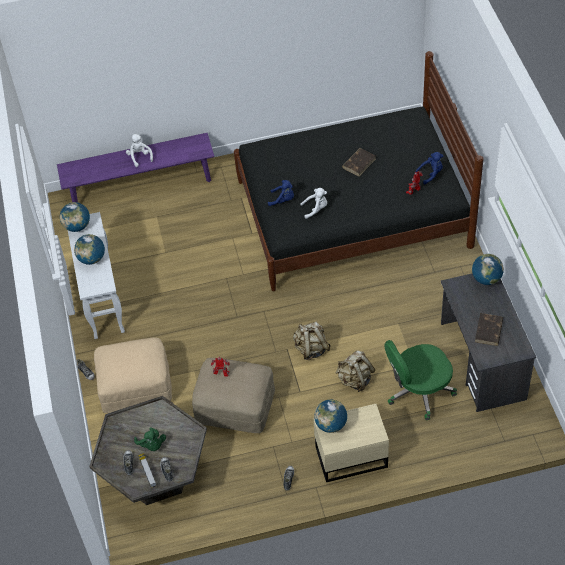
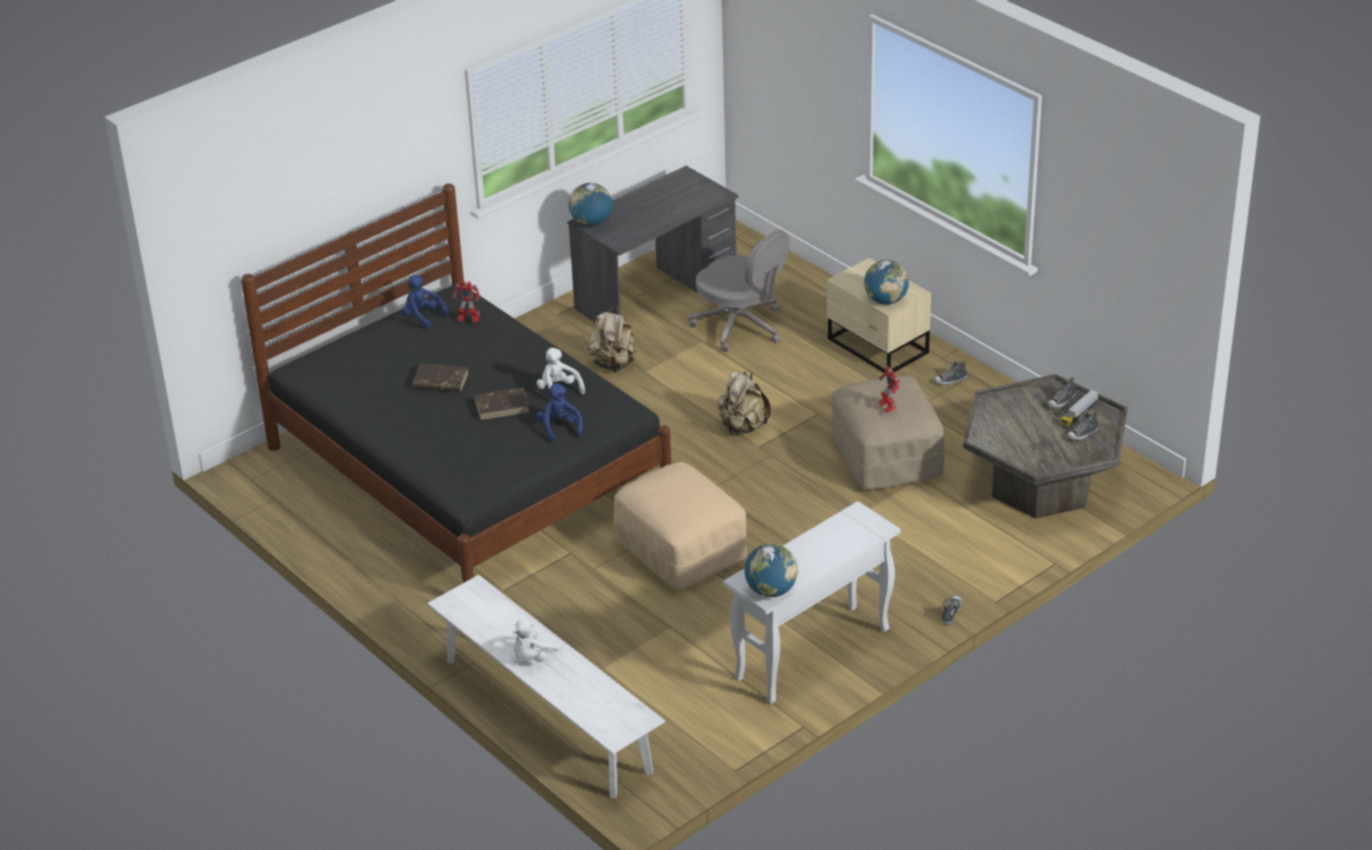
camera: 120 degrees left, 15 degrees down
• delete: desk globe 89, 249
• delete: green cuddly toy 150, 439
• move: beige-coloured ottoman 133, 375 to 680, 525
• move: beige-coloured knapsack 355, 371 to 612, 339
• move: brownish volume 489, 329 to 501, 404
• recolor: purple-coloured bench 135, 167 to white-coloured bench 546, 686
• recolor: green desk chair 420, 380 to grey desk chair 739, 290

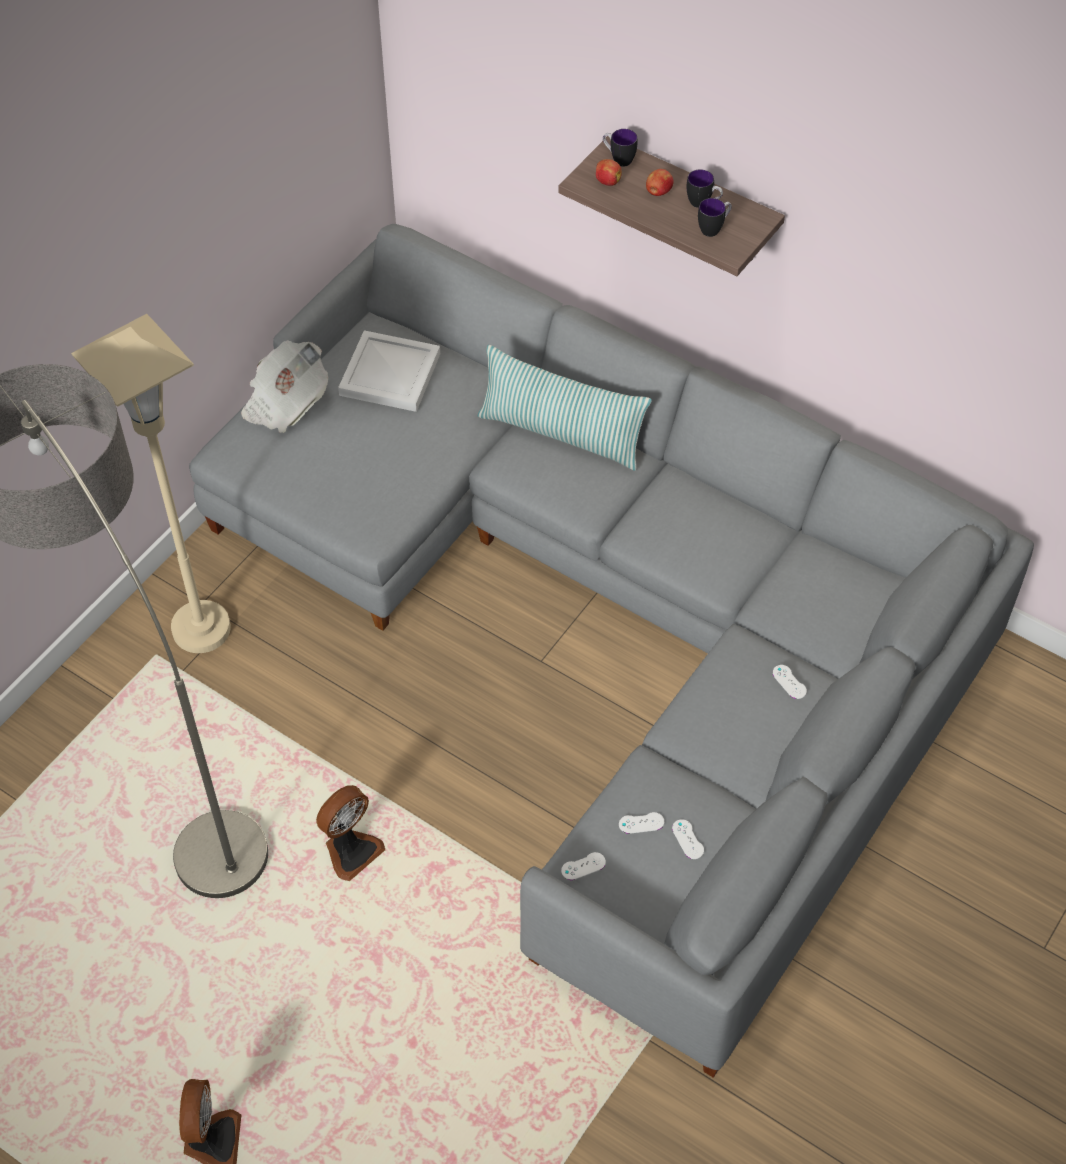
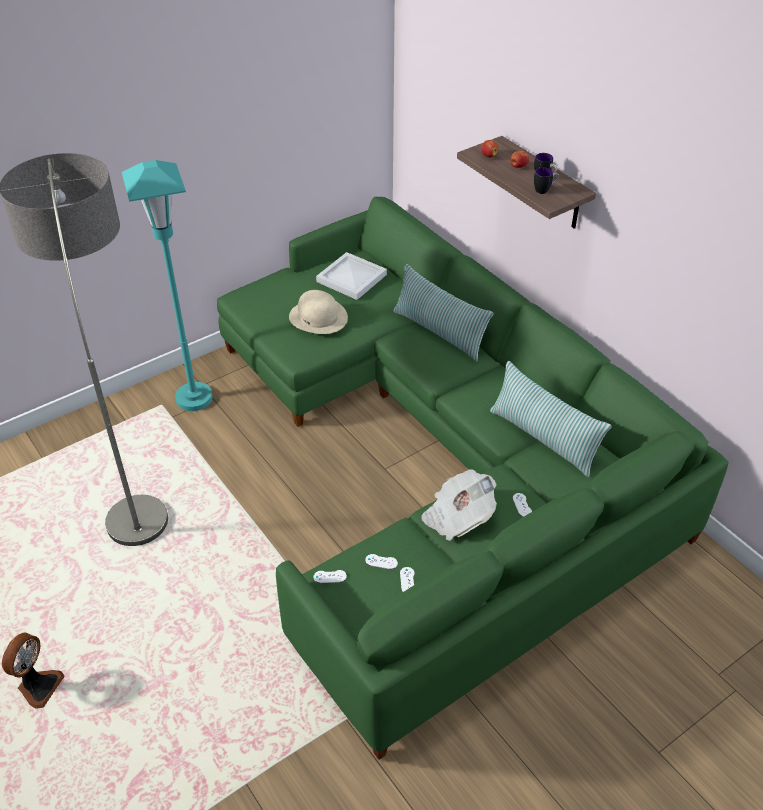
camera: 20 degrees right, 10 degrees down
• delete: fan 350, 833
• delete: tea mug 620, 148
• insert: beige-coloured clothing hat 318, 312
• insert: pillow 551, 419
• move: printed paper 284, 386 to 459, 505
• recolor: beige-coloured standing lamp 151, 483 to turquoise-coloured standing lamp 167, 285
• recolor: grey settee 611, 651 to green settee 473, 478

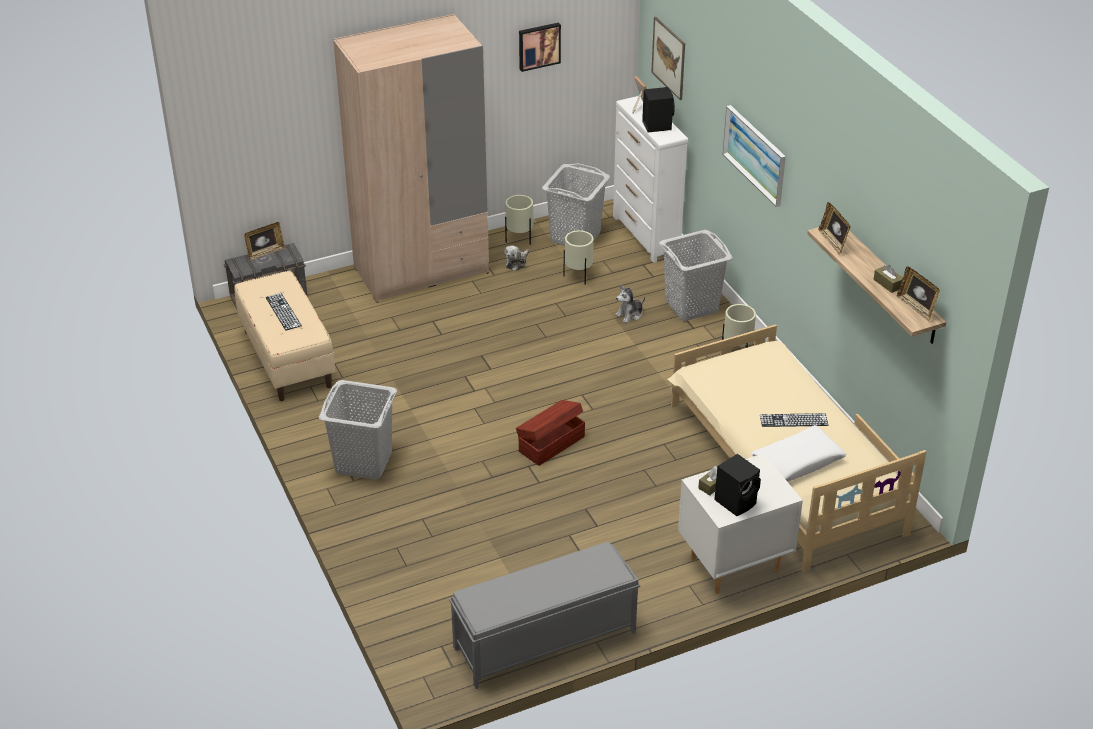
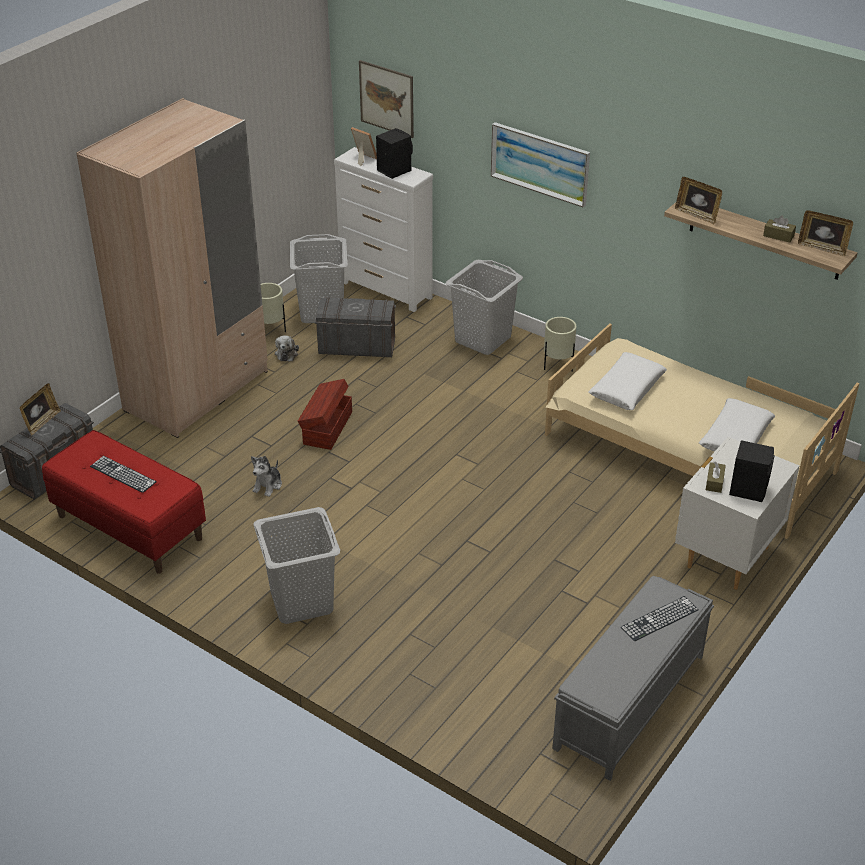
camera: 30 degrees left, 0 degrees up
• delete: picture 540, 47
• insert: white-coloured pillow 627, 381
• move: brownish storage box 550, 433 to 325, 414
• move: cuddly toy 630, 304 to 266, 476
• move: keyboard 794, 420 to 660, 618
• replace: beige-coloured flower pot 579, 257 to grey storage box 355, 327
• recolor: beige-coloured bench 285, 335 to red-coloured bench 124, 502

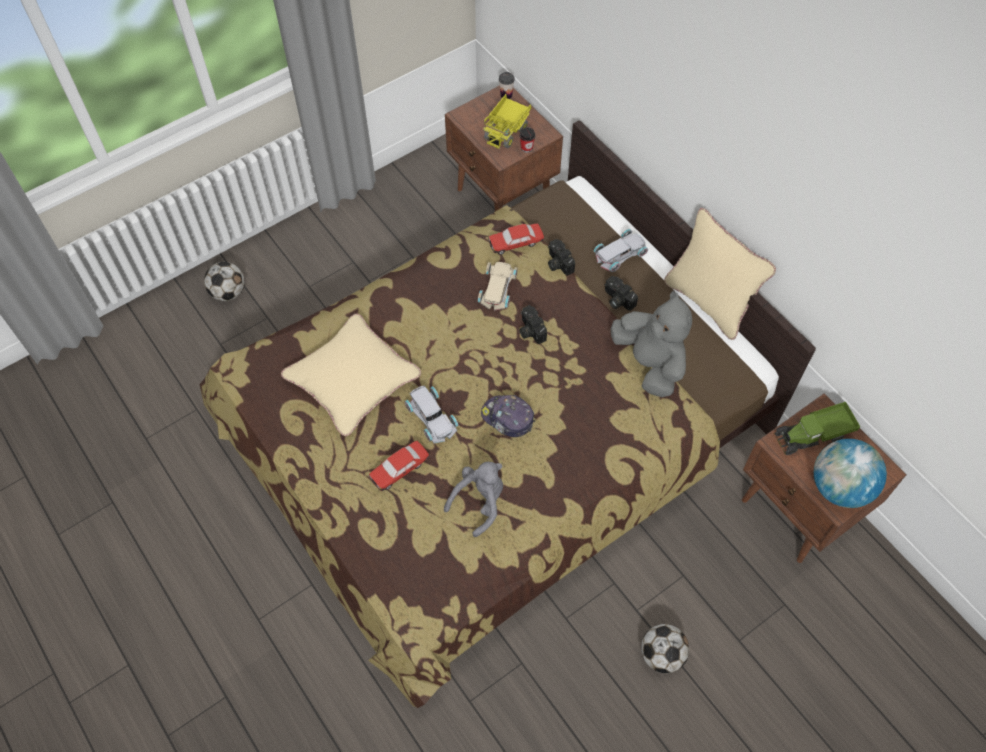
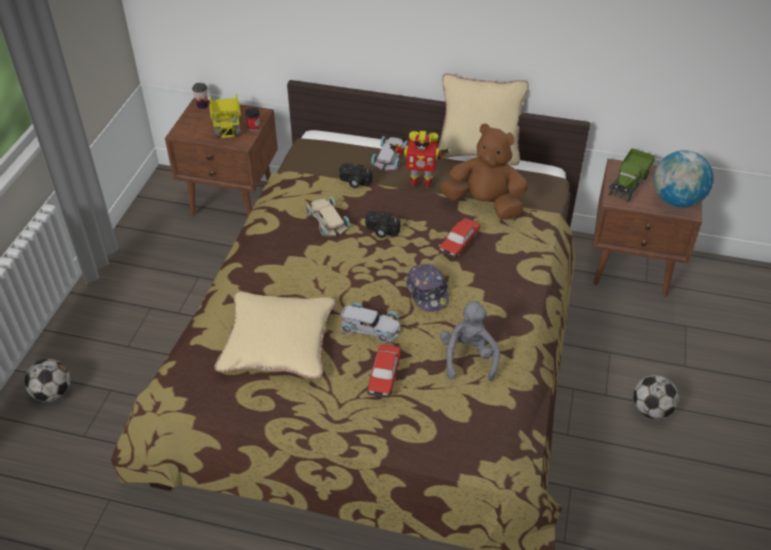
camera: 40 degrees left, 15 degrees down
• move: miniature car 516, 239 to 459, 238
• replace: photo camera 621, 293 to robot figure 419, 159
• recolor: grey cuddly toy 651, 344 to brownish cuddly toy 484, 172
• rotate: baseball cap 508, 416 = 427, 288 105 degrees counterclockwise

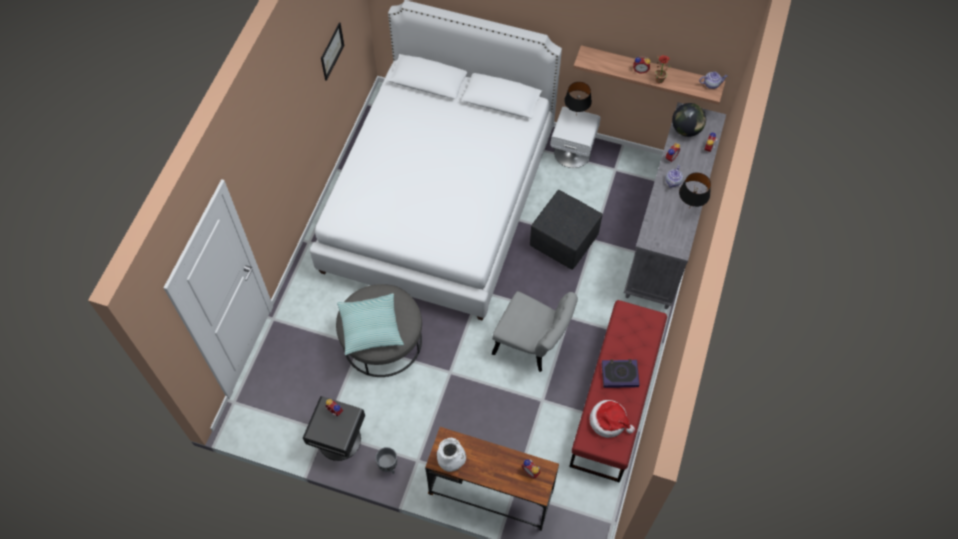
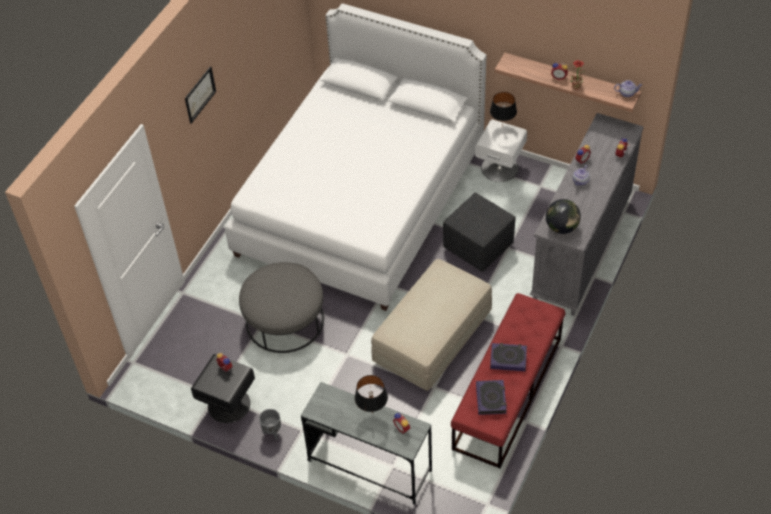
camera: 10 degrees right, 10 degrees down
• delete: pillow 370, 324
• delete: white-coloured vase 451, 455
• move: picture 332, 51 to 200, 95
• move: desk globe 689, 120 to 563, 216
• move: black tabletop lamp 695, 190 to 371, 394
• replace: grey plain chair 535, 331 to beige-coloured ottoman 431, 325
• replace: clothing hat 612, 419 to volume 491, 397
• recolor: brownish desk 492, 479 to grey desk 366, 443

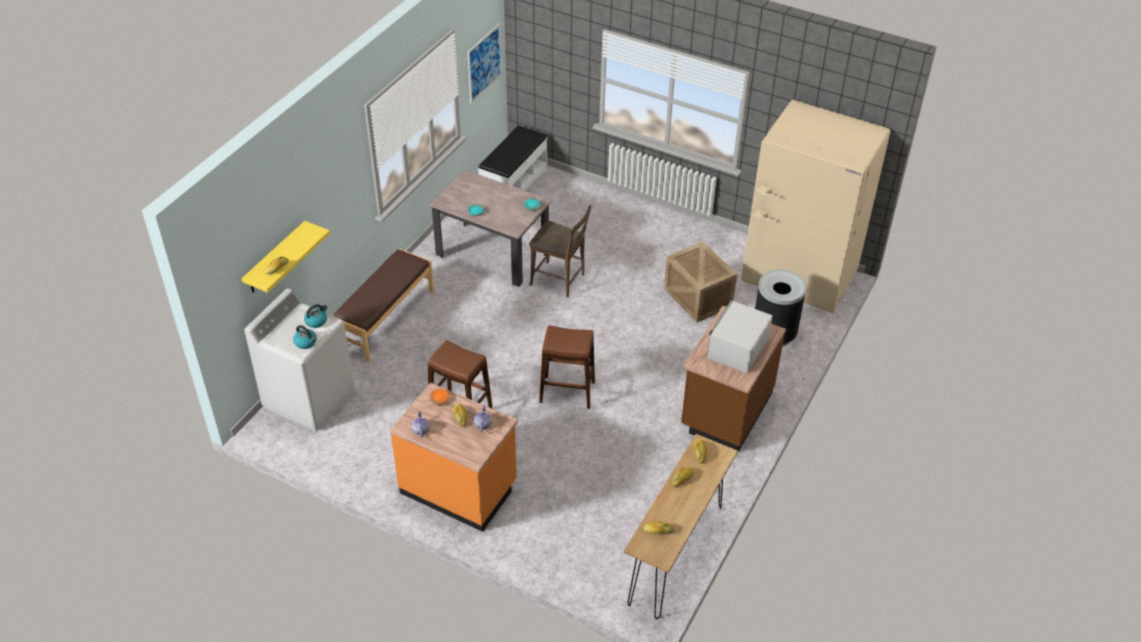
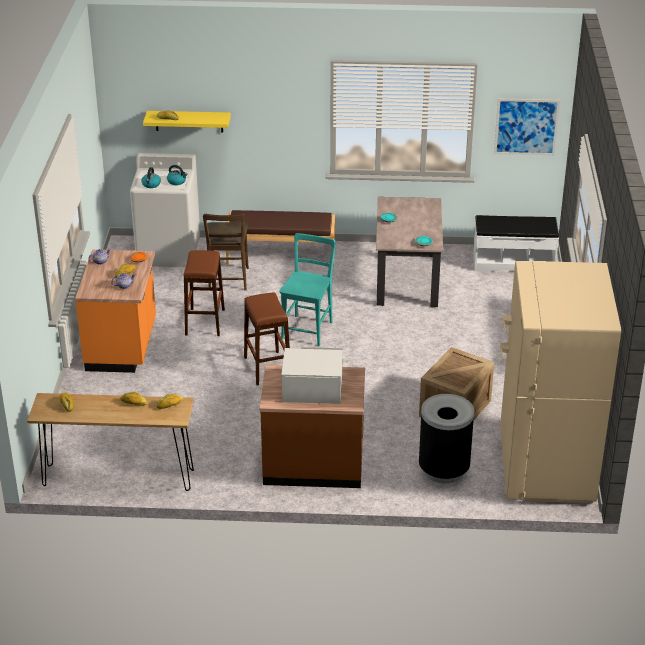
camera: 65 degrees right, 10 degrees down
• insert: turquoise-coloured plain chair 308, 289
• move: brownish plain chair 560, 251 to 226, 252

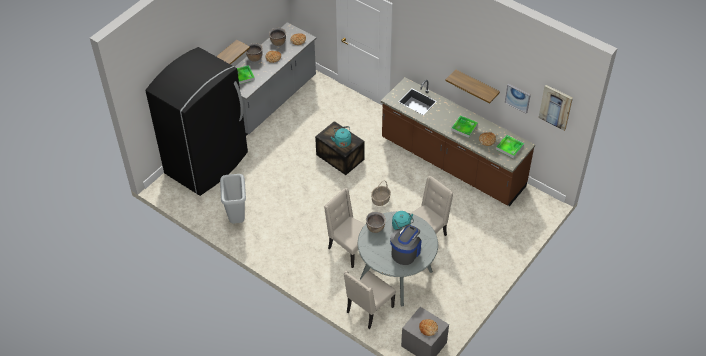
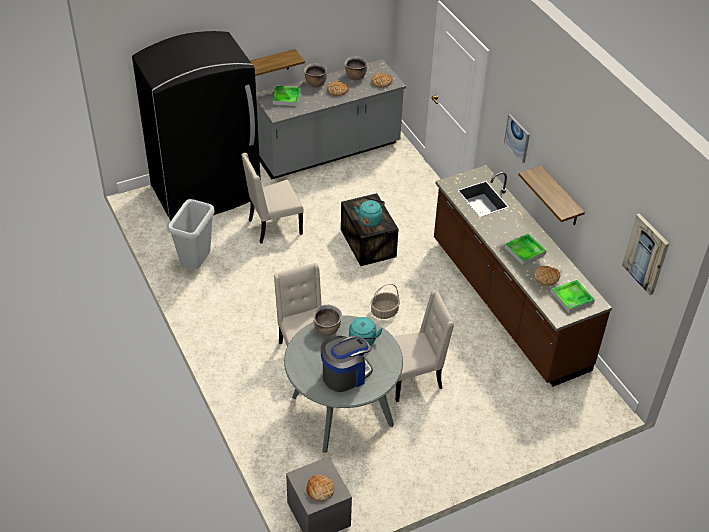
camera: 25 degrees right, 5 degrees down
• move: beige-coloured plain chair 370, 299 to 272, 198
• move: picture 518, 99 to 517, 138

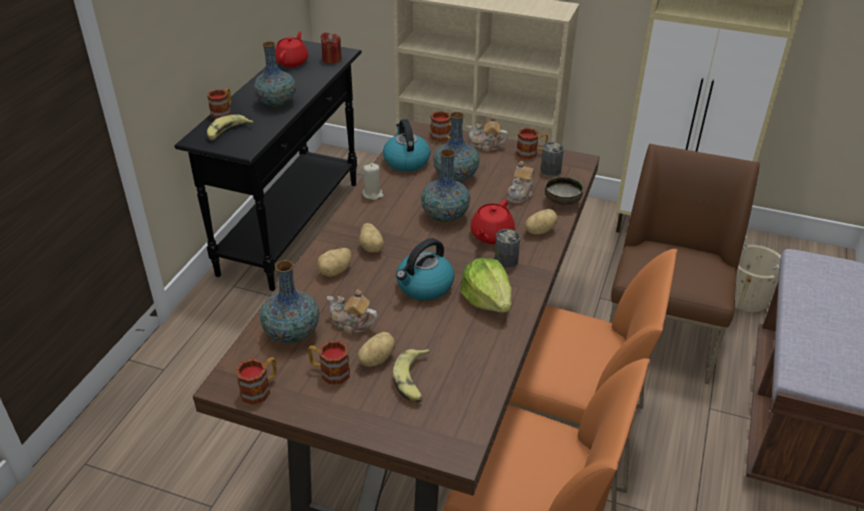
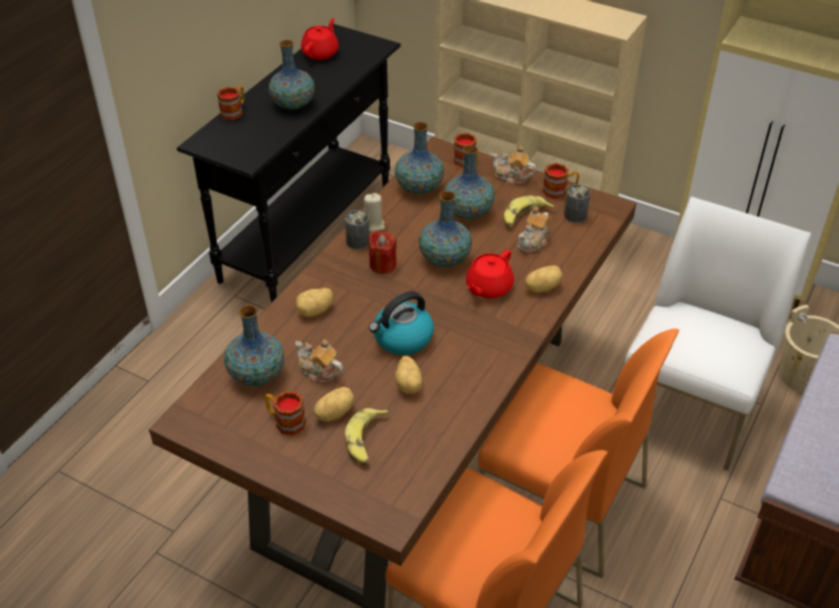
camera: 10 degrees right, 5 degrees up
• delete: tea mug 256, 381
• delete: head of lettuce 486, 285
• delete: bowl 564, 191
• move: banana 230, 127 to 529, 211
• move: red-coloured candle 331, 48 to 382, 252
• move: spud 371, 237 to 408, 374
• move: sealed can 507, 249 to 357, 230
• replace: water kettle 407, 145 to vase 419, 158
• recolor: brownish plain chair 684, 264 to white-coloured plain chair 718, 334

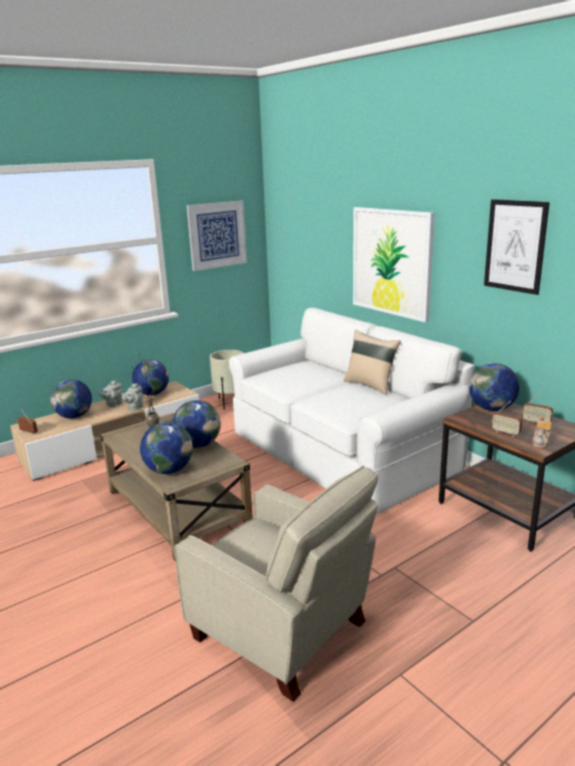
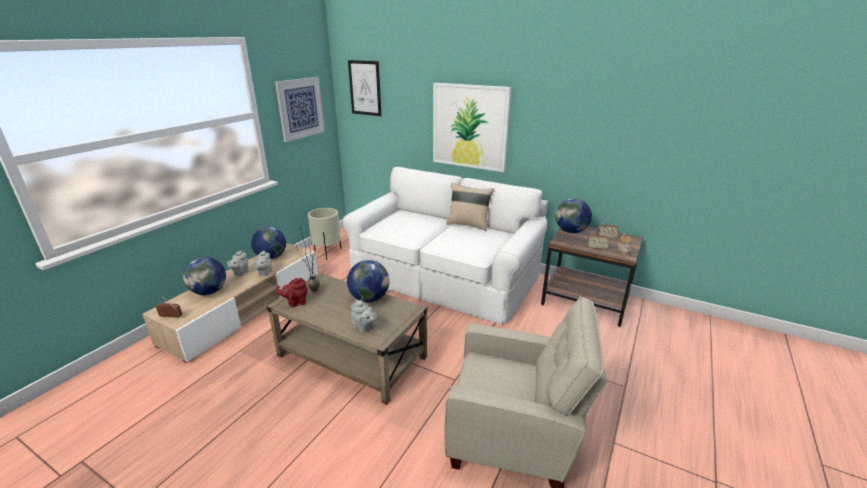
camera: 25 degrees left, 5 degrees up
• insert: red-coloured pot for tea 292, 292
• move: picture 517, 247 to 365, 88
• replace: desk globe 166, 448 to grey pot for tea 364, 315

